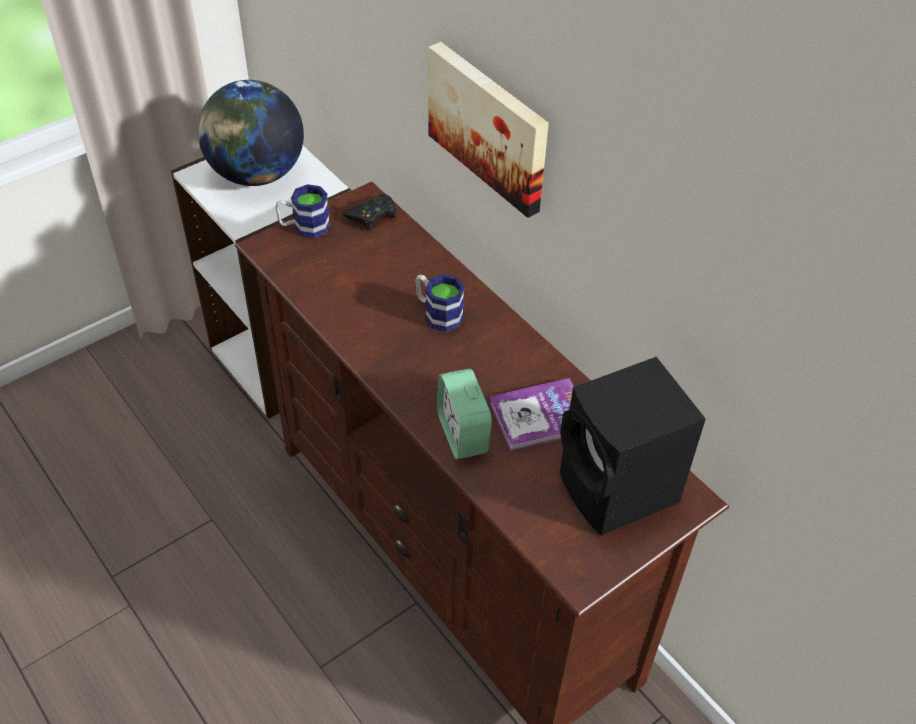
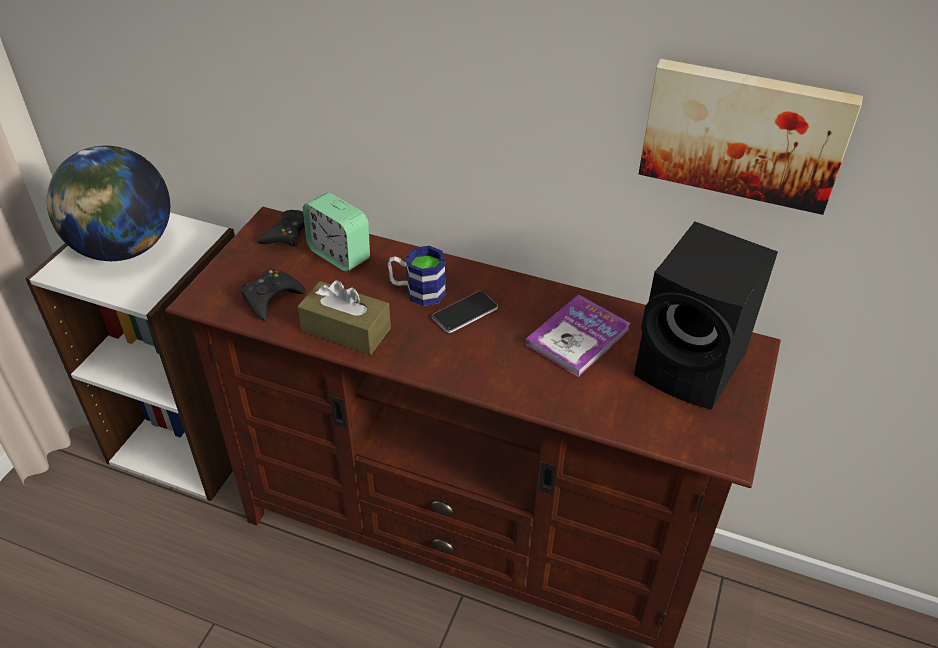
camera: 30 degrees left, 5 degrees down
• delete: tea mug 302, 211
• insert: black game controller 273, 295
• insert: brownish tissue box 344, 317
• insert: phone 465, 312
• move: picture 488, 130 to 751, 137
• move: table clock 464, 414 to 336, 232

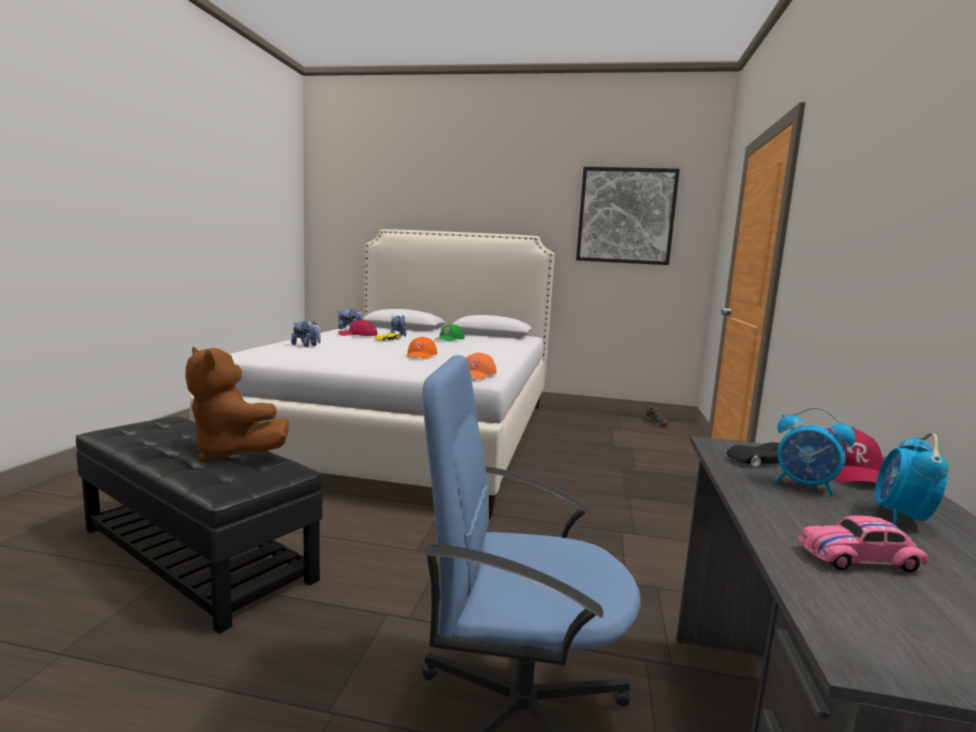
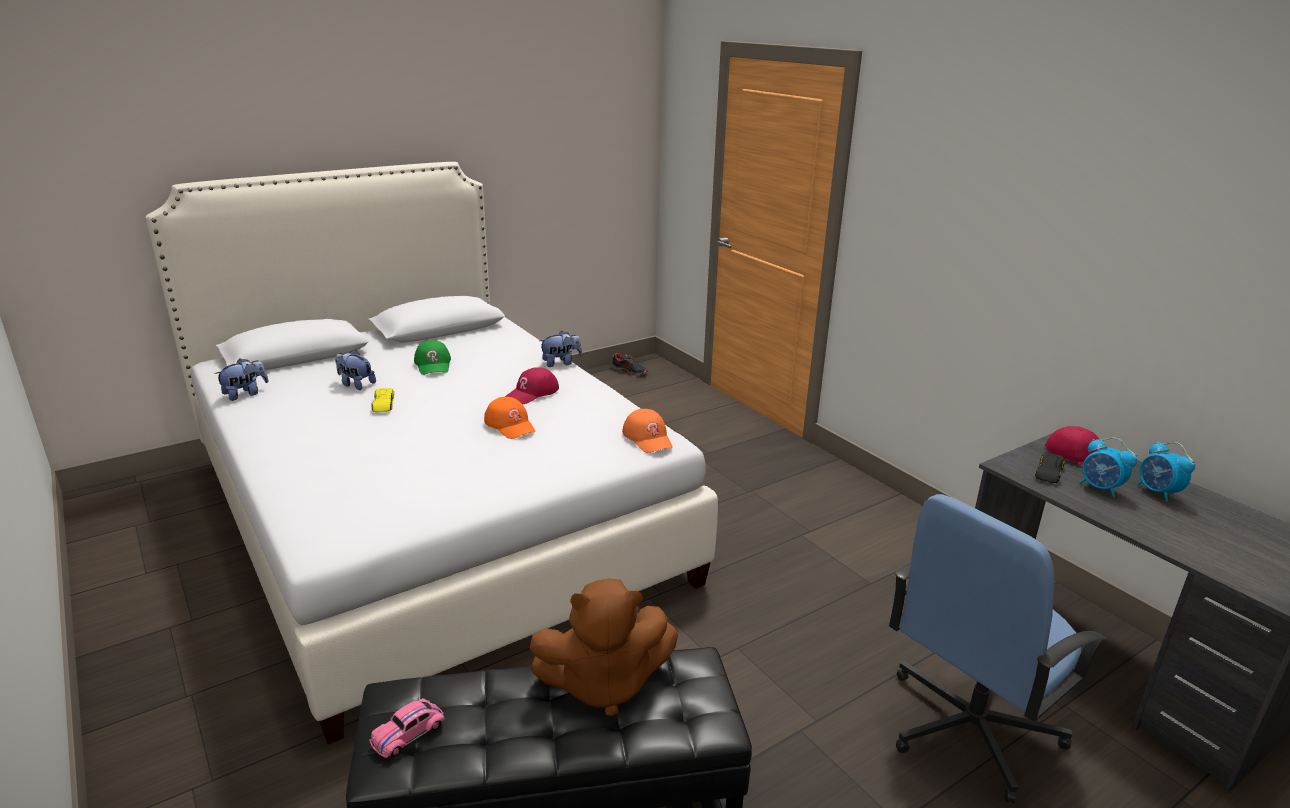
camera: 45 degrees left, 15 degrees up
• delete: picture 628, 216
• move: cuddly toy 306, 334 to 560, 349
• move: red-coloured baseball cap 357, 328 to 532, 385
• move: pinkish miniature car 863, 544 to 406, 728
• rotate: table clock 815, 451 = 1108, 467 60 degrees clockwise

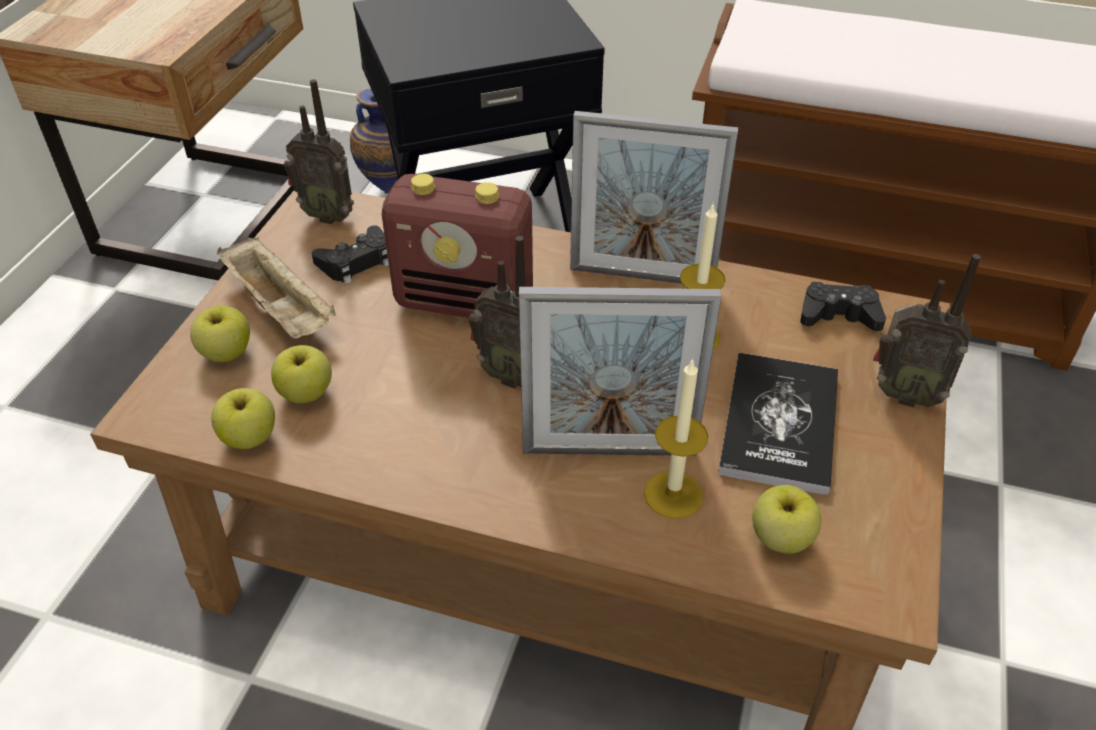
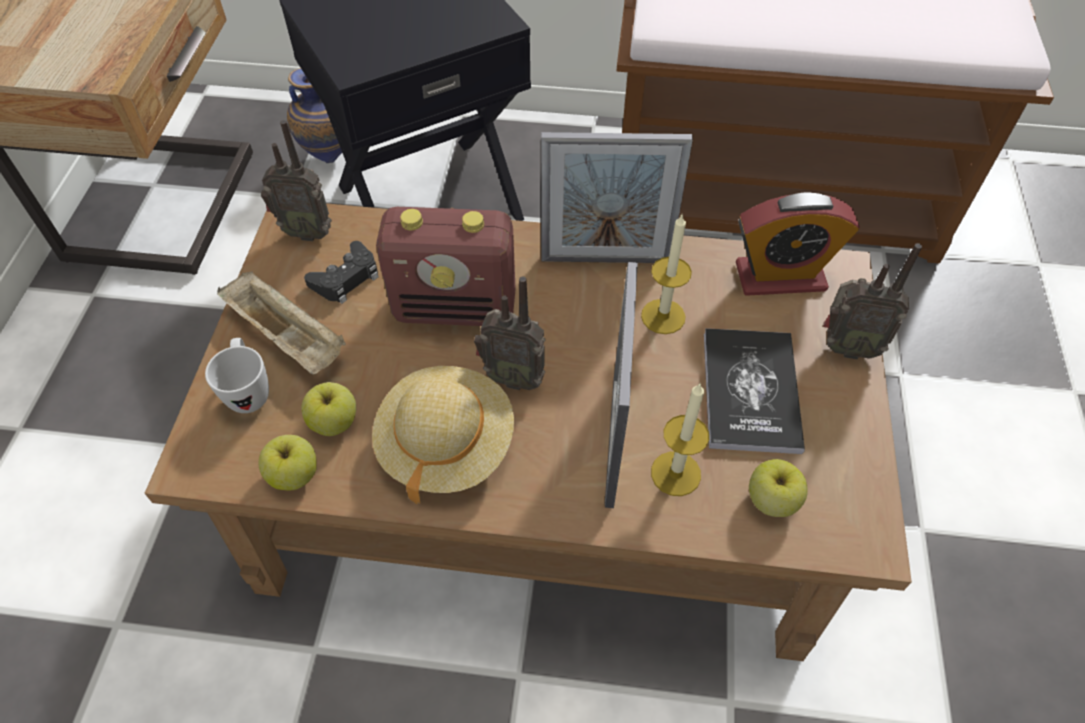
camera: 10 degrees left, 10 degrees up
• insert: beige-coloured clothing hat 443, 435
• replace: whole apple 220, 334 to white-coloured tea mug 237, 375
• replace: black game controller 843, 306 to table clock 798, 244
• rotate: standing frame 620, 371 = 621, 385 105 degrees clockwise

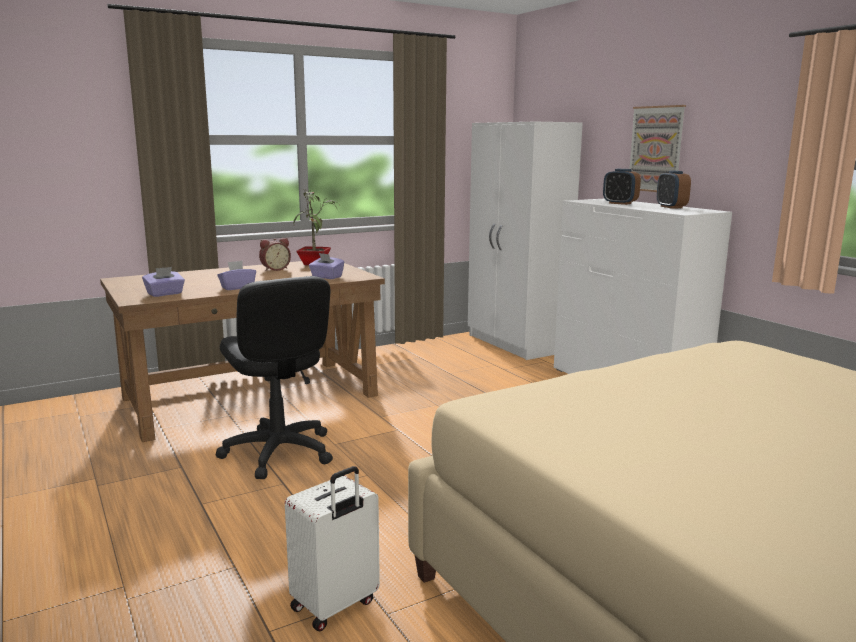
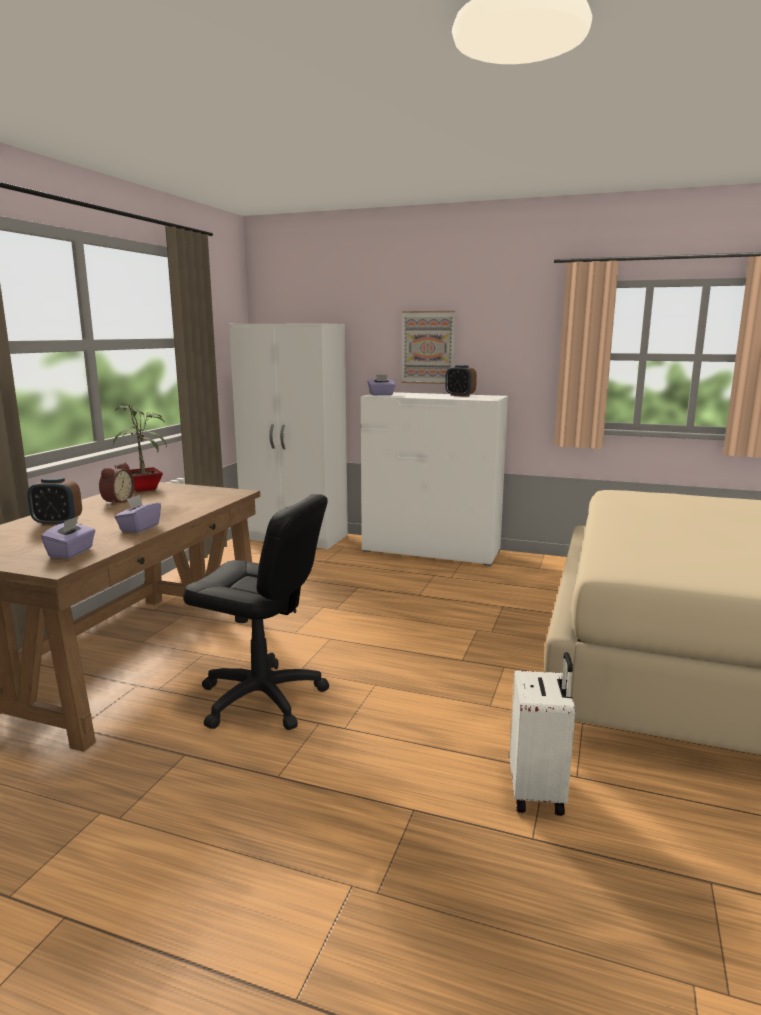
camera: 40 degrees left, 0 degrees up
• move: purple-coloured tissue box 326, 266 to 382, 384
• move: table clock 622, 187 to 54, 501

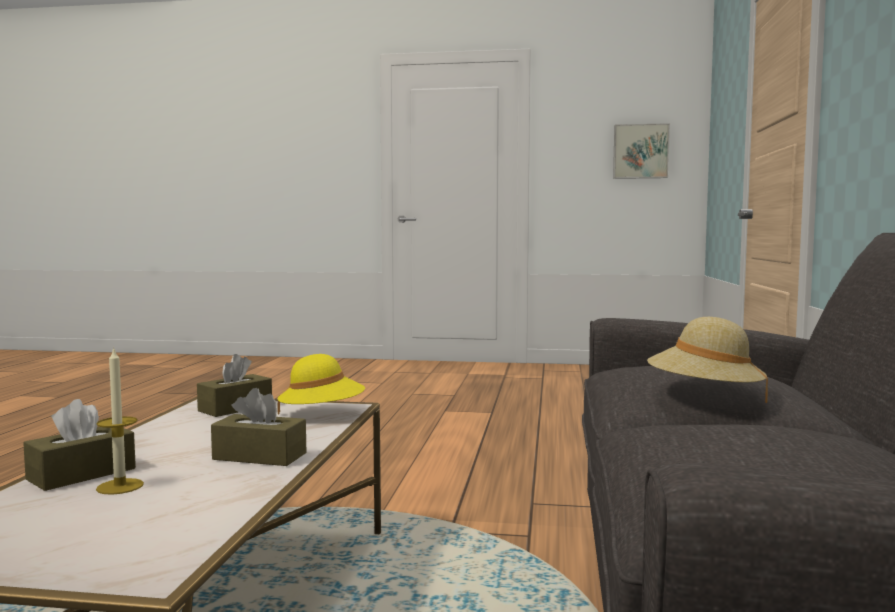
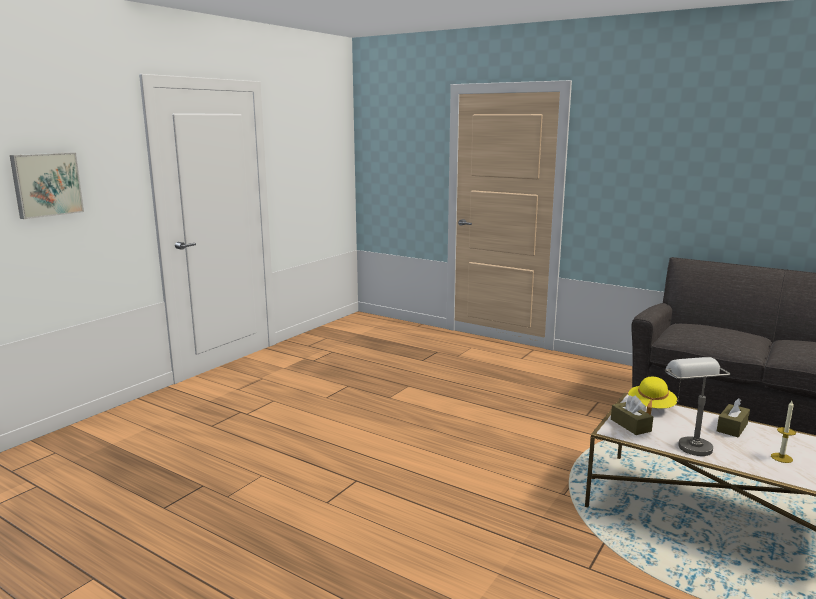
camera: 65 degrees left, 10 degrees up
• delete: brownish tissue box 79, 445
• delete: beige-coloured clothing hat 707, 360
• insert: grey tabletop lamp 697, 406
• move: picture 641, 151 to 47, 185

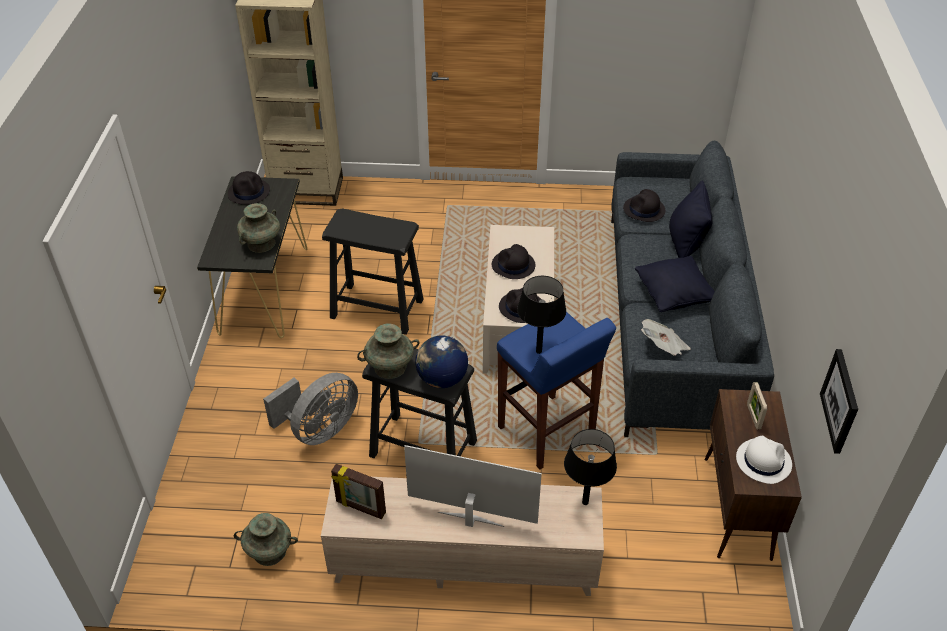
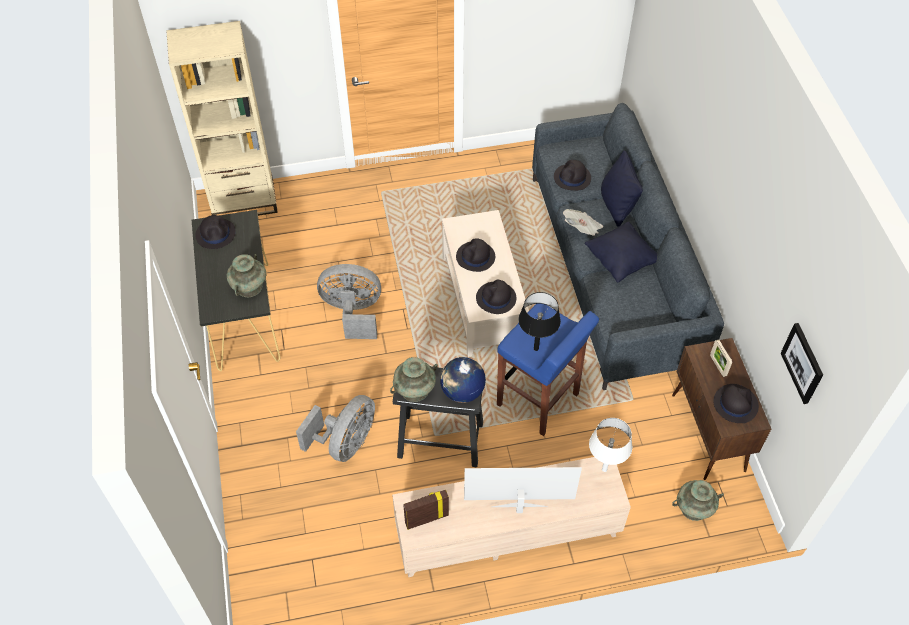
camera: 15 degrees left, 10 degrees up
• move: turquoise-coloured vase 266, 539 to 698, 500
• move: printed paper 666, 337 to 583, 222
• replace: black stool 372, 271 to grey fan 349, 301
• recolor: black tabletop lamp 590, 467 to white-coloured tabletop lamp 610, 445
• recolor: white-coloured clothing hat 764, 460 to black clothing hat 736, 403
• rotate: standing frame 358, 491 = 426, 510 150 degrees clockwise

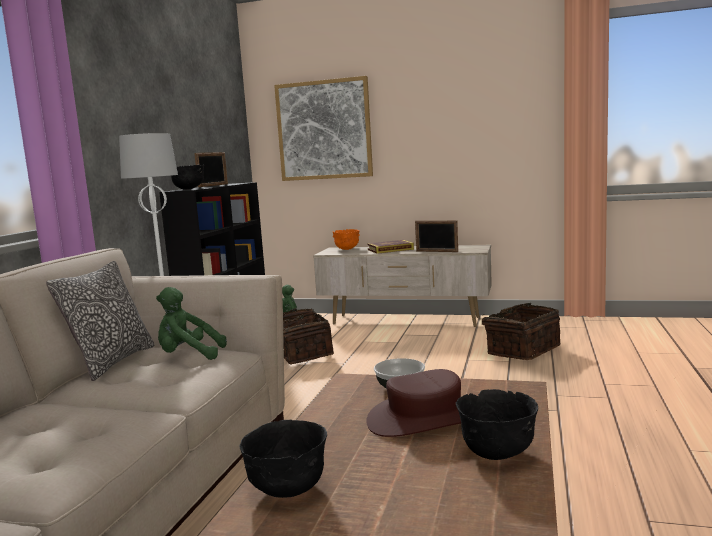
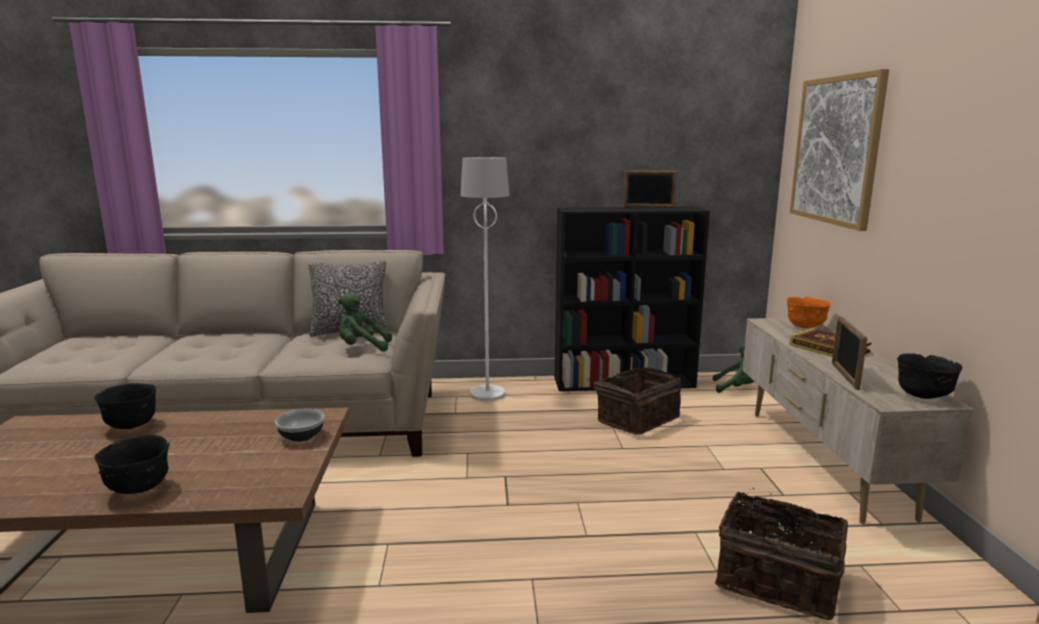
camera: 70 degrees right, 5 degrees up
• delete: brownish clothing hat 413, 403
• move: black bowl 187, 177 to 929, 376
• rotate: green cuddly toy 191, 323 = 365, 322 75 degrees counterclockwise

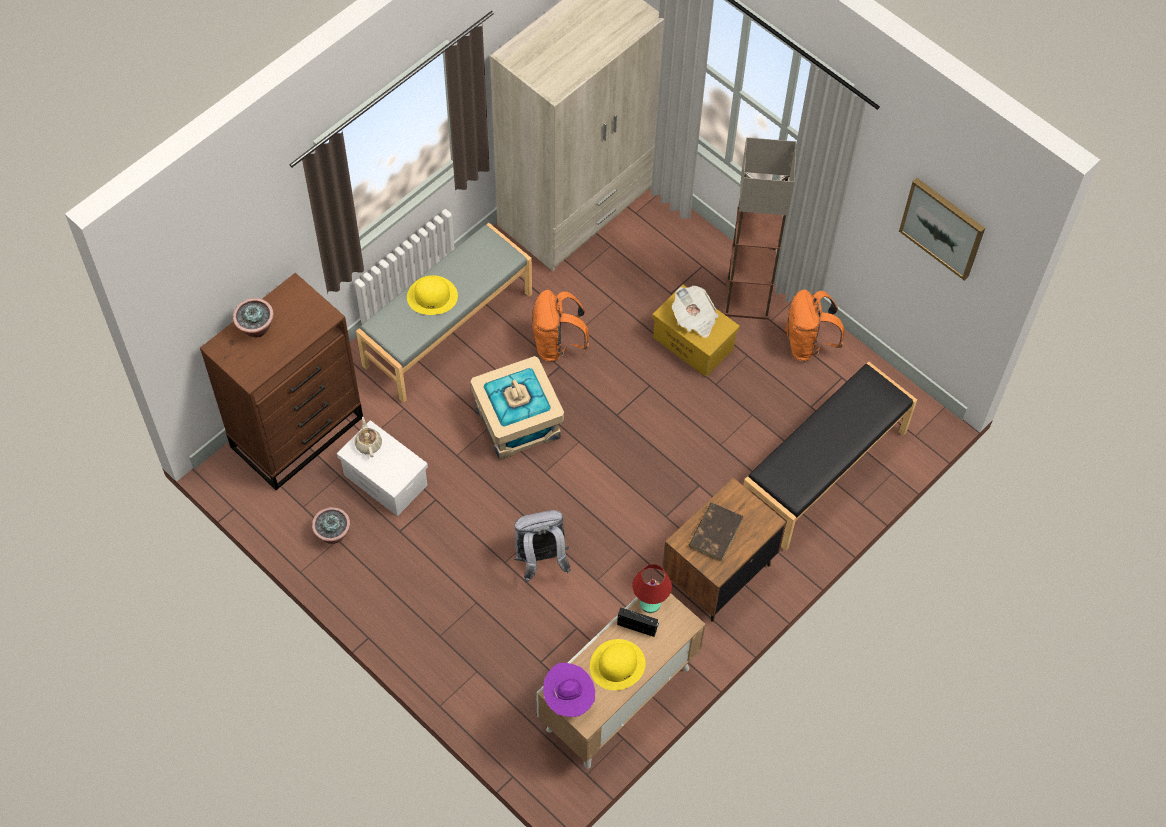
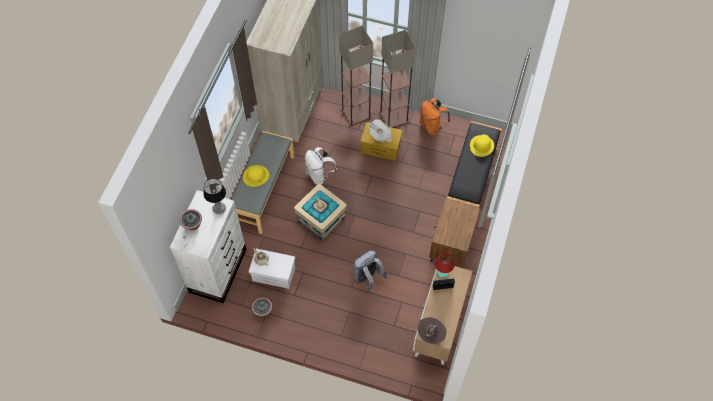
camera: 25 degrees left, 0 degrees up
• delete: brownish volume 716, 532
• delete: picture 942, 229
• insert: tabletop lamp 215, 196
• insert: standing lamp 356, 76
• move: yellow clothing hat 618, 664 to 482, 145
• recolor: brownish dresser 281, 381 to white-coloured dresser 208, 246
• recolor: orange knapsack 560, 326 to white-coloured knapsack 320, 166
• recolor: purple-coloured clothing hat 569, 690 to brownish clothing hat 432, 330

